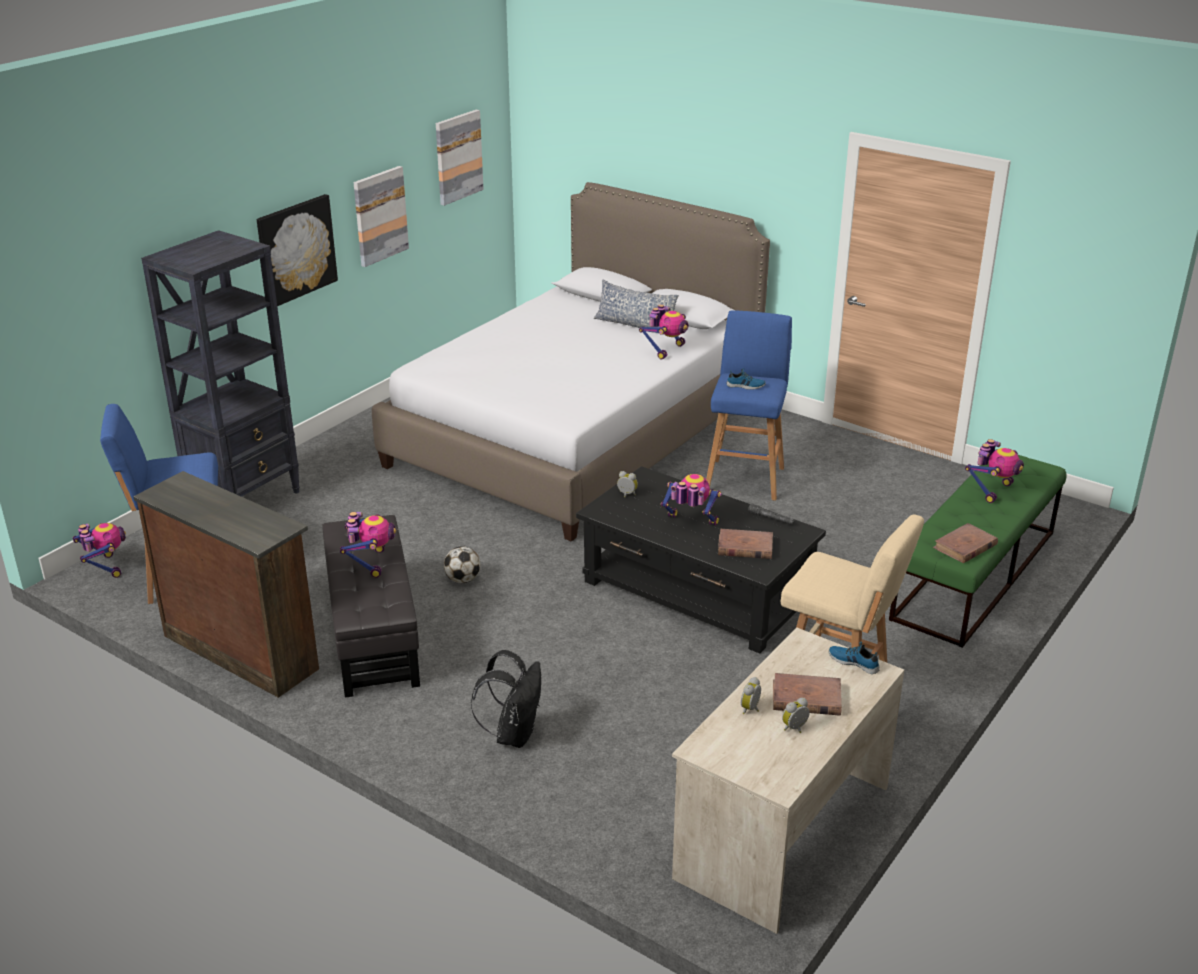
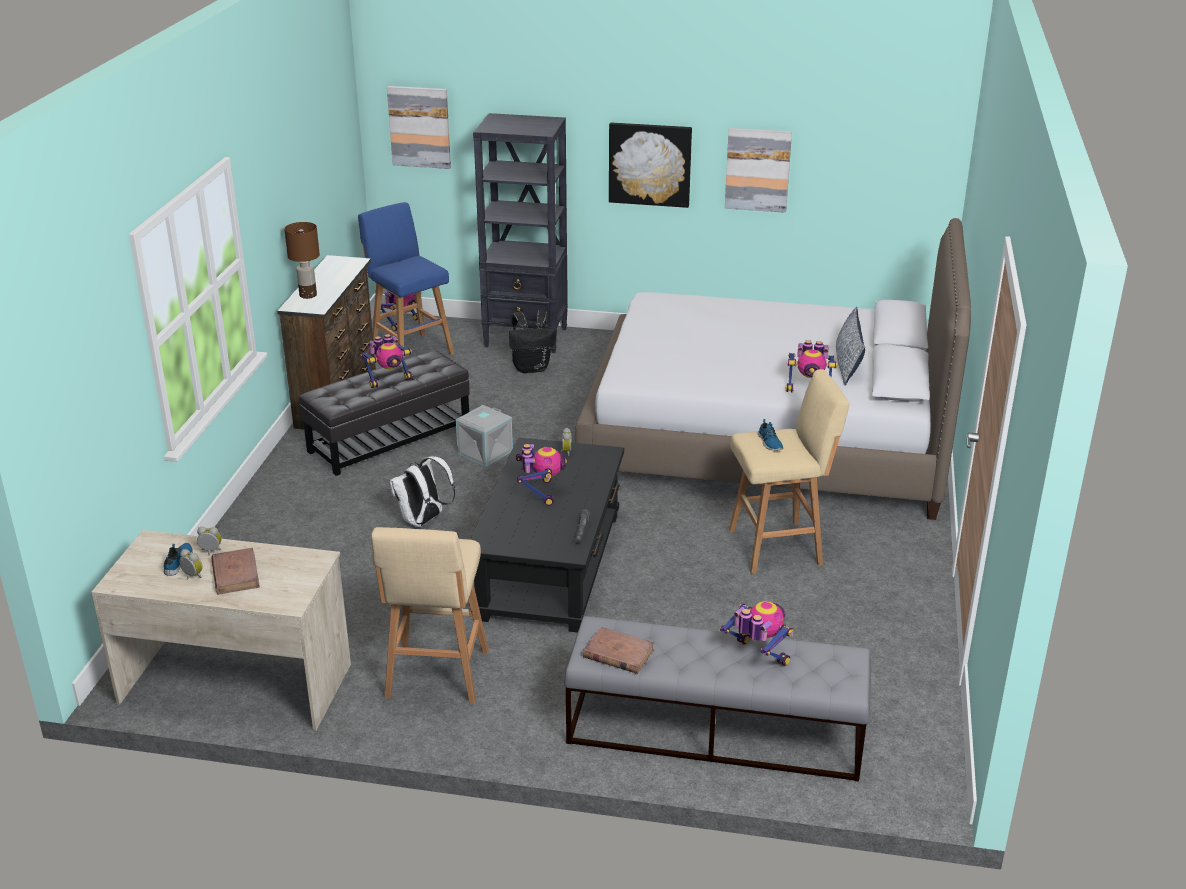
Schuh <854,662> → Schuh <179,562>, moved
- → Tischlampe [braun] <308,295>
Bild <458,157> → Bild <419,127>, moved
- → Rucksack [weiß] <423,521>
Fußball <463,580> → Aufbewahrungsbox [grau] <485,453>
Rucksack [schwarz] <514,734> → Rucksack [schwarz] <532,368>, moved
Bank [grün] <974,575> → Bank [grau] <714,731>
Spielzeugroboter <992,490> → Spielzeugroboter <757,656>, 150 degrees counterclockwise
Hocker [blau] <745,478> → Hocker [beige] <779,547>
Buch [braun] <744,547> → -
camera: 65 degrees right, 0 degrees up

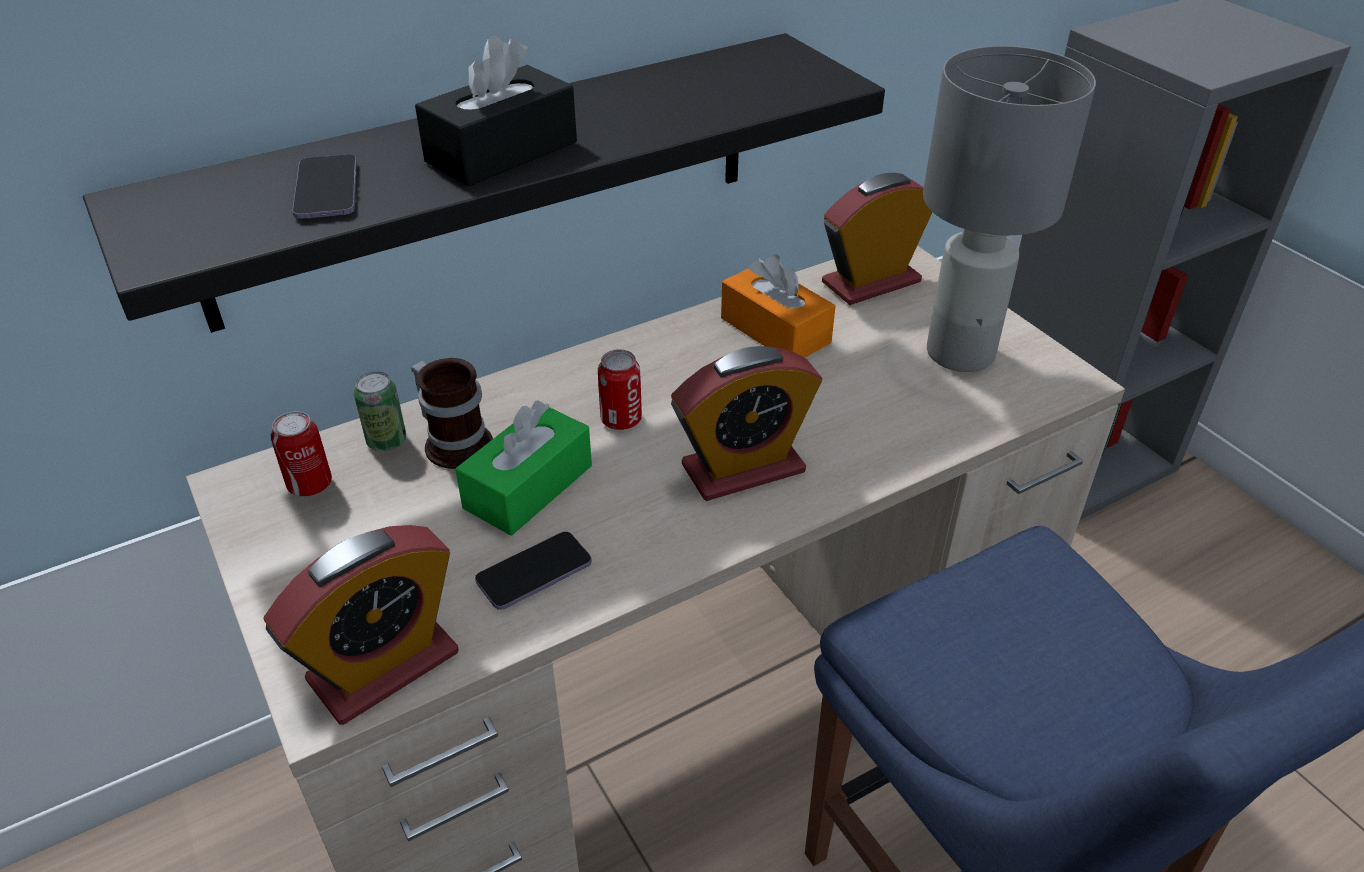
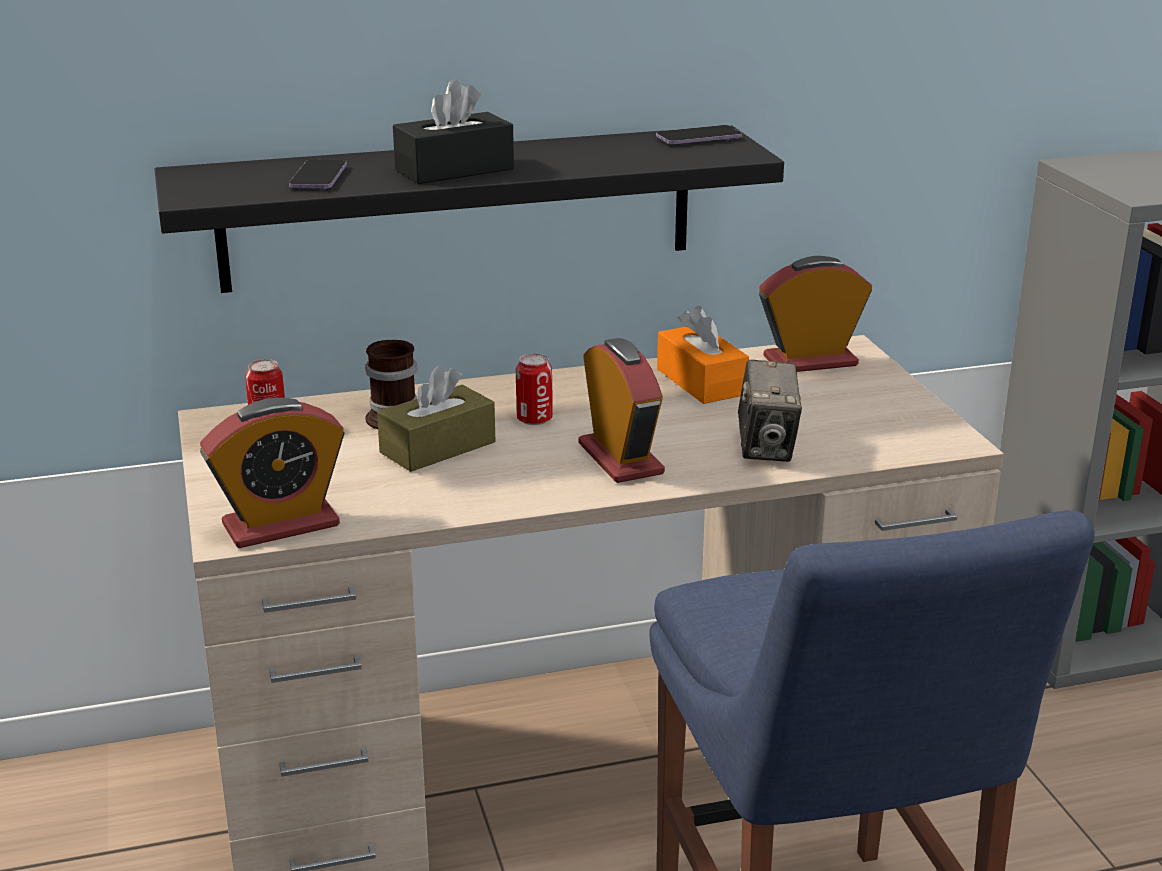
Taschentuchbox [grün] <528,487> → Taschentuchbox [braun] <437,447>
Wecker <743,469> → Wecker <620,459>, 105 degrees counterclockwise
Handy <534,572> → Handy <698,138>, moved
- → Kamera <767,448>
Dose <387,441> → -
Tischlampe [grau] <959,352> → -
camera: 15 degrees right, 15 degrees down

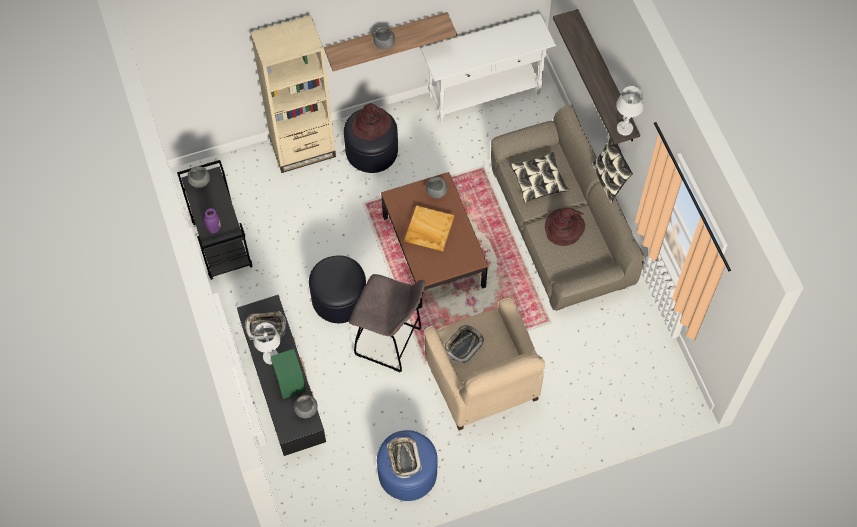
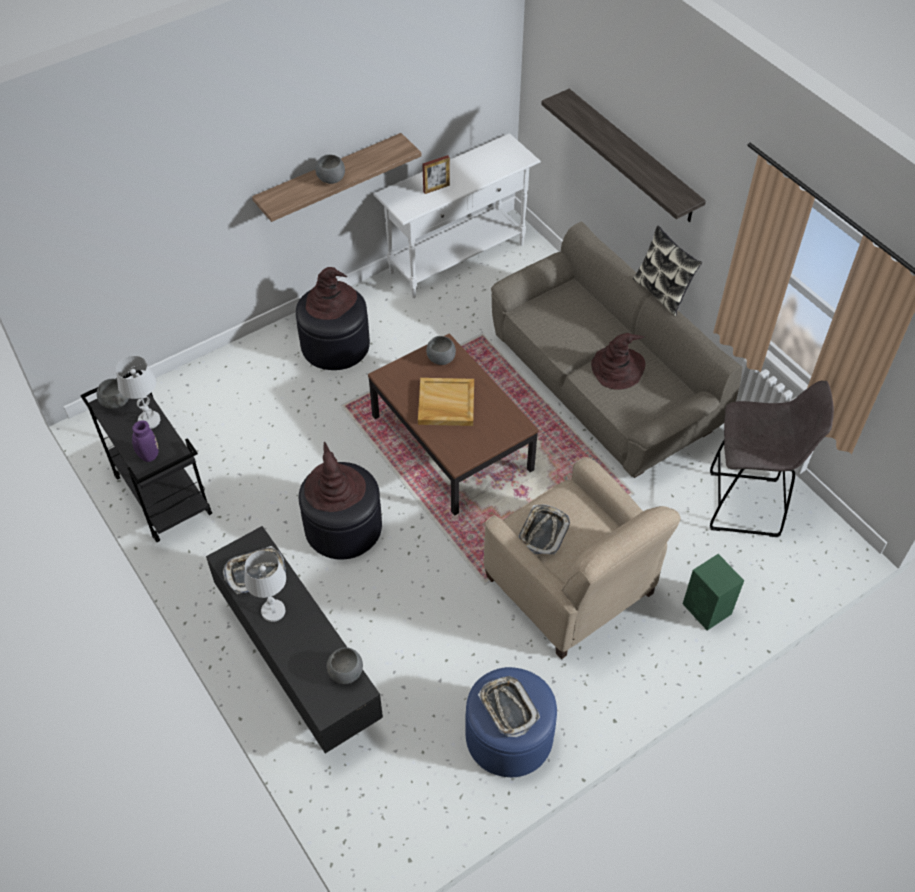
Tischlampe [weiß] <624,128> → Tischlampe [weiß] <149,420>, moved
- → Hut [braun] <334,488>
- → Bilderrahmen <436,188>
Lautsprecher [grün] <290,384> → Lautsprecher [grün] <707,609>, moved
Hocker [grau] <390,343> → Hocker [grau] <747,505>, moved
Bücherregal [beige] <303,149> → -
Kissen <538,181> → -
camera: 15 degrees left, 10 degrees down

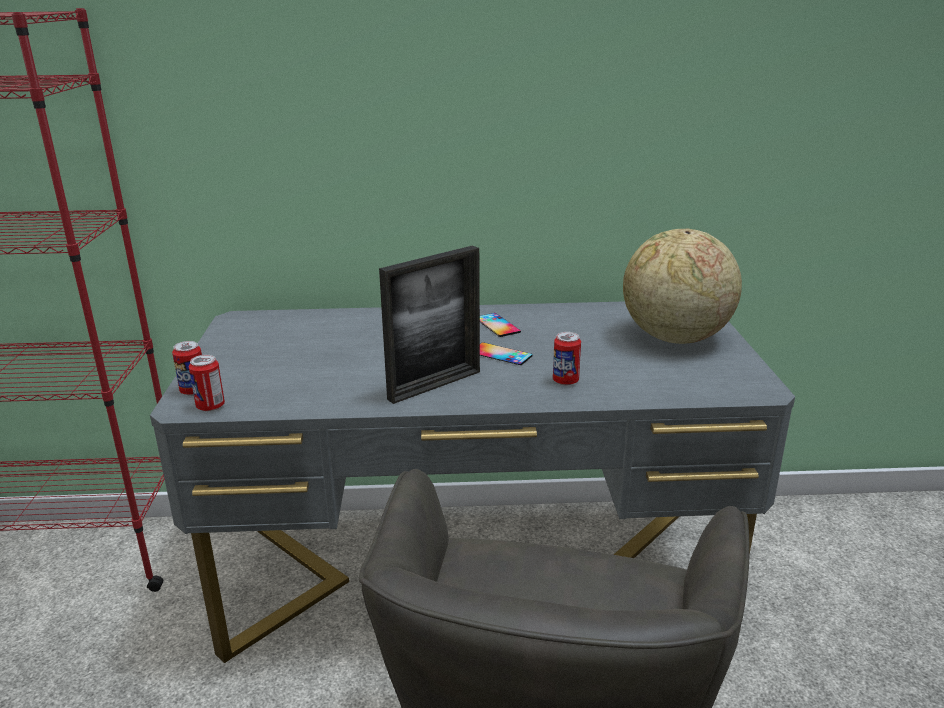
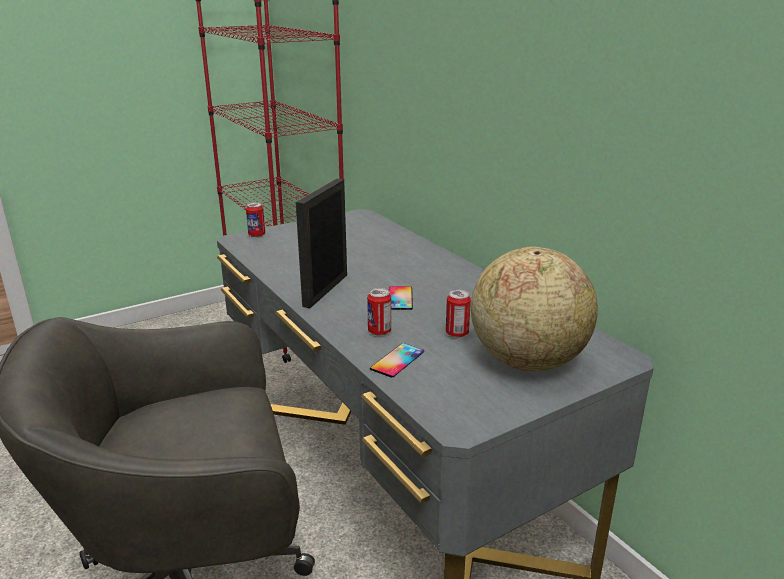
Bilderrahmen <435,385> → Bilderrahmen <325,290>, 90 degrees clockwise
Handy <497,325> → Handy <397,360>, moved
Dose <210,406> → Dose <457,333>, moved
camera: 60 degrees right, 0 degrees up

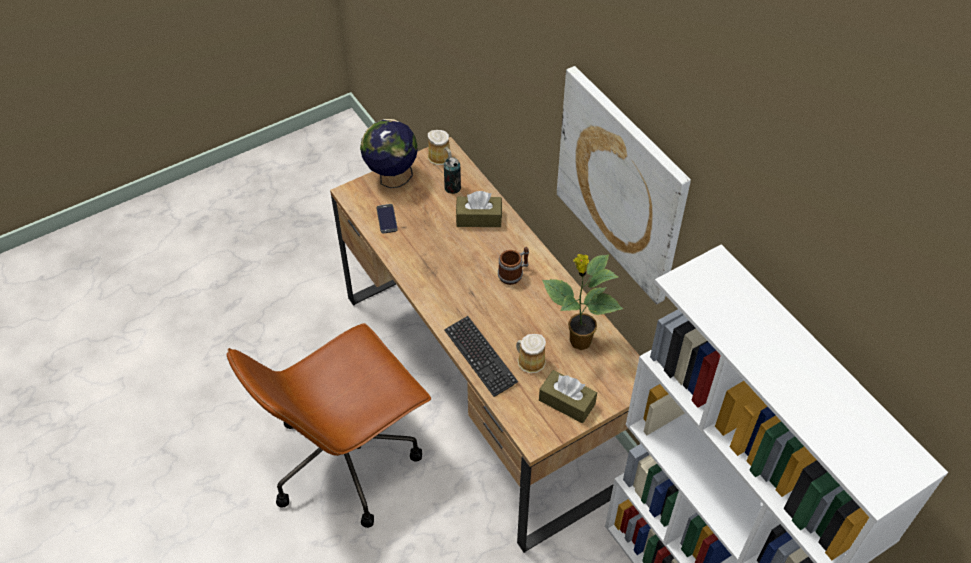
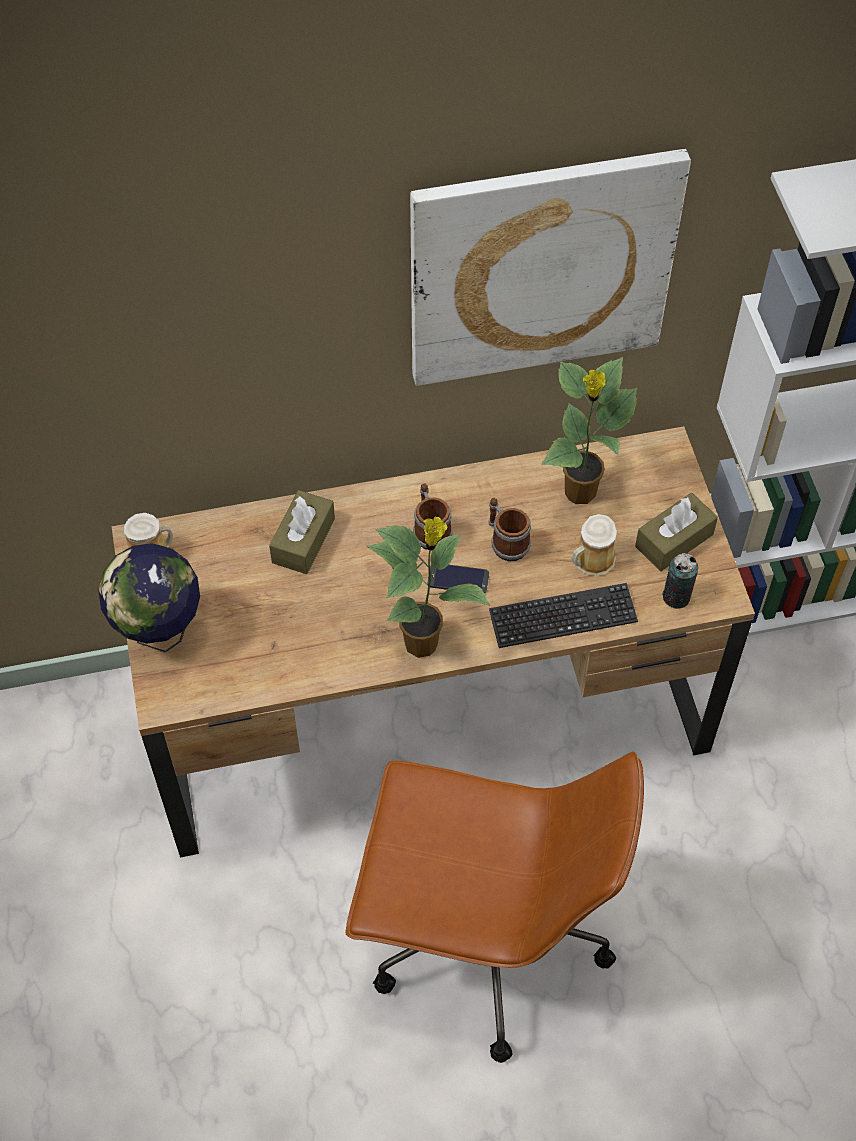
Bürostuhl [braun] <346,459> → Bürostuhl [braun] <483,940>, 60 degrees counterclockwise
- → Topfpflanze <423,642>
Handy <387,219> → Handy <458,579>, moved
- → Henkelbecher <505,542>
Dose <452,188> → Dose <676,597>, moved
camera: 70 degrees left, 5 degrees up

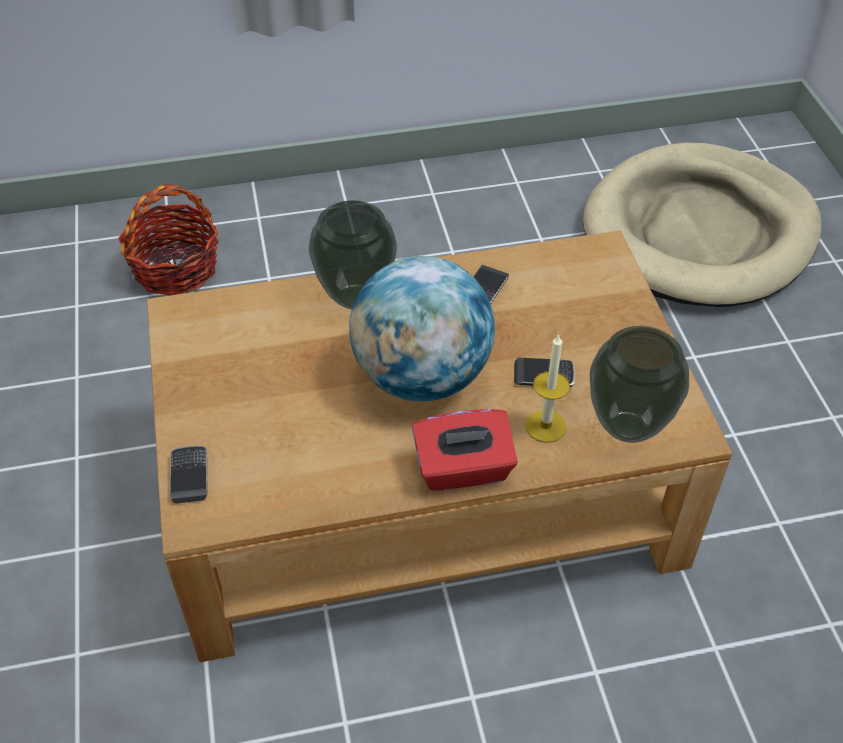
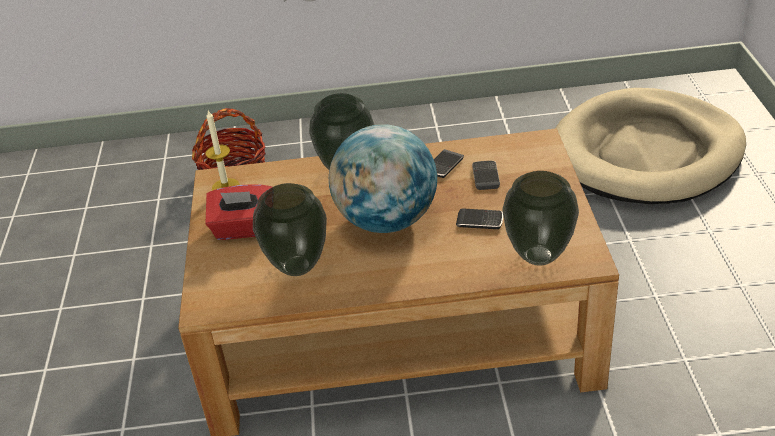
Kerze <545,426> → Kerze <225,187>, moved
Taschentuchbox [rot] <463,470> → Taschentuchbox [rot] <244,229>, moved
- → Vase <298,265>
Handy <189,476> → Handy <485,177>, moved
camera: 10 degrees right, 10 degrees down

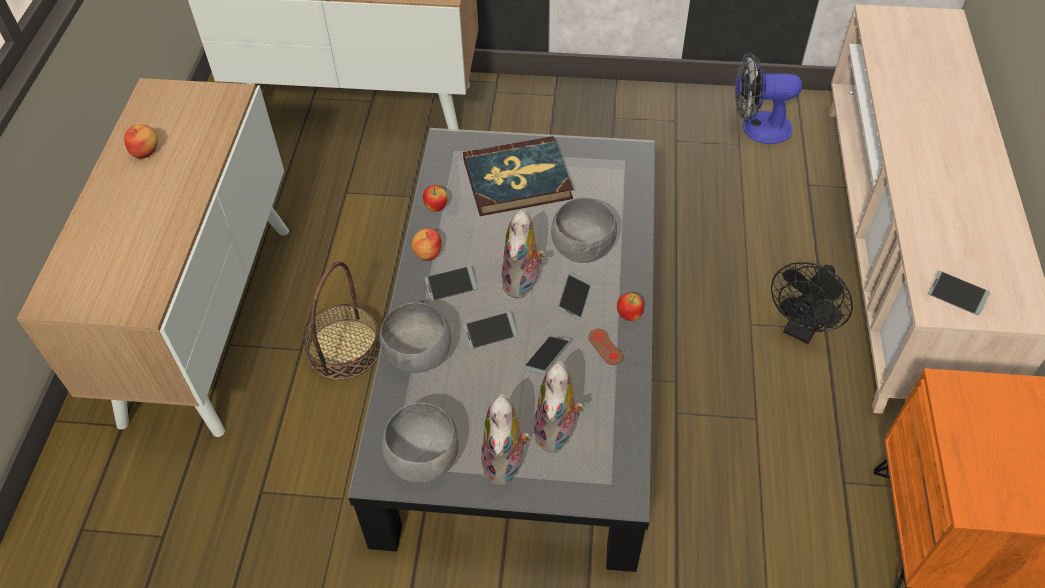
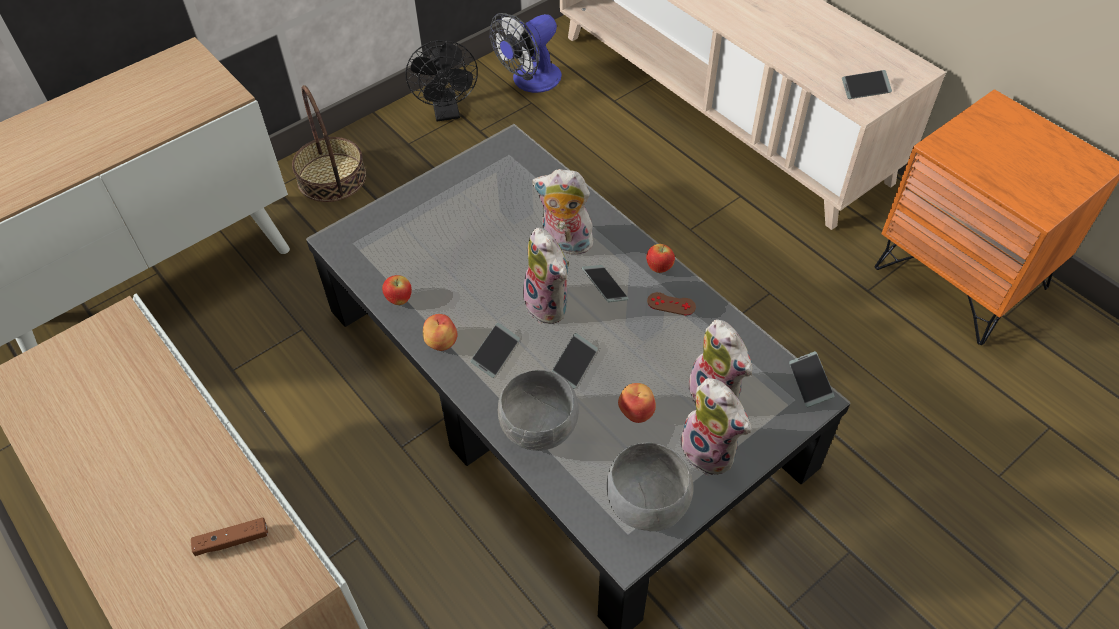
- → Gamepad [braun] <232,541>
Korb <344,349> → Korb <332,177>, moved
Ventilator [schwarz] <801,329> → Ventilator [schwarz] <447,112>, moved
Schüssel [grau] <584,249> → Plüschtier <564,244>
Apfel <146,151> → Apfel <636,411>, moved
Handy <547,357> → Handy <810,382>, moved
Buch <517,180> → -
camera: 45 degrees left, 0 degrees up

